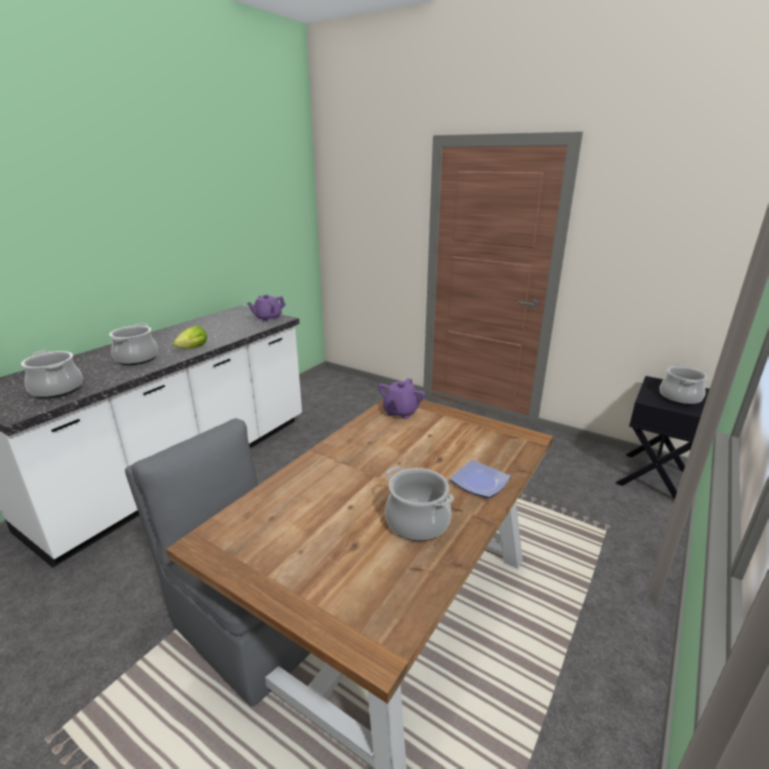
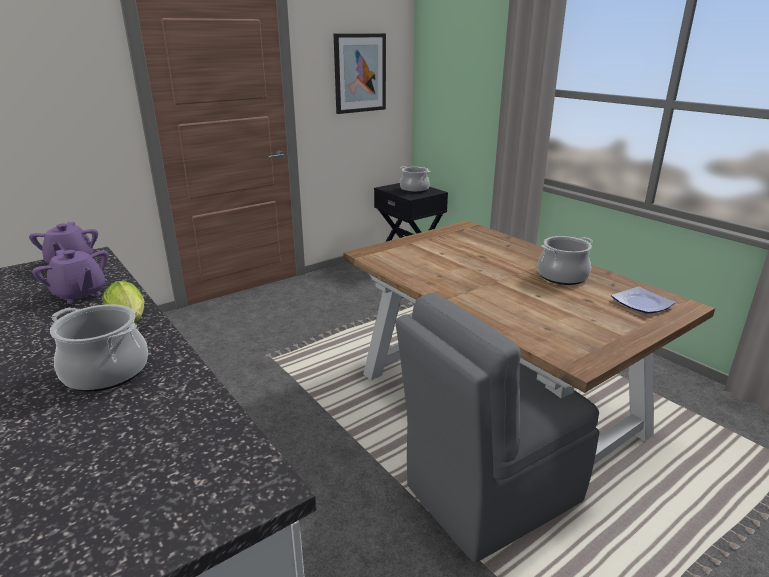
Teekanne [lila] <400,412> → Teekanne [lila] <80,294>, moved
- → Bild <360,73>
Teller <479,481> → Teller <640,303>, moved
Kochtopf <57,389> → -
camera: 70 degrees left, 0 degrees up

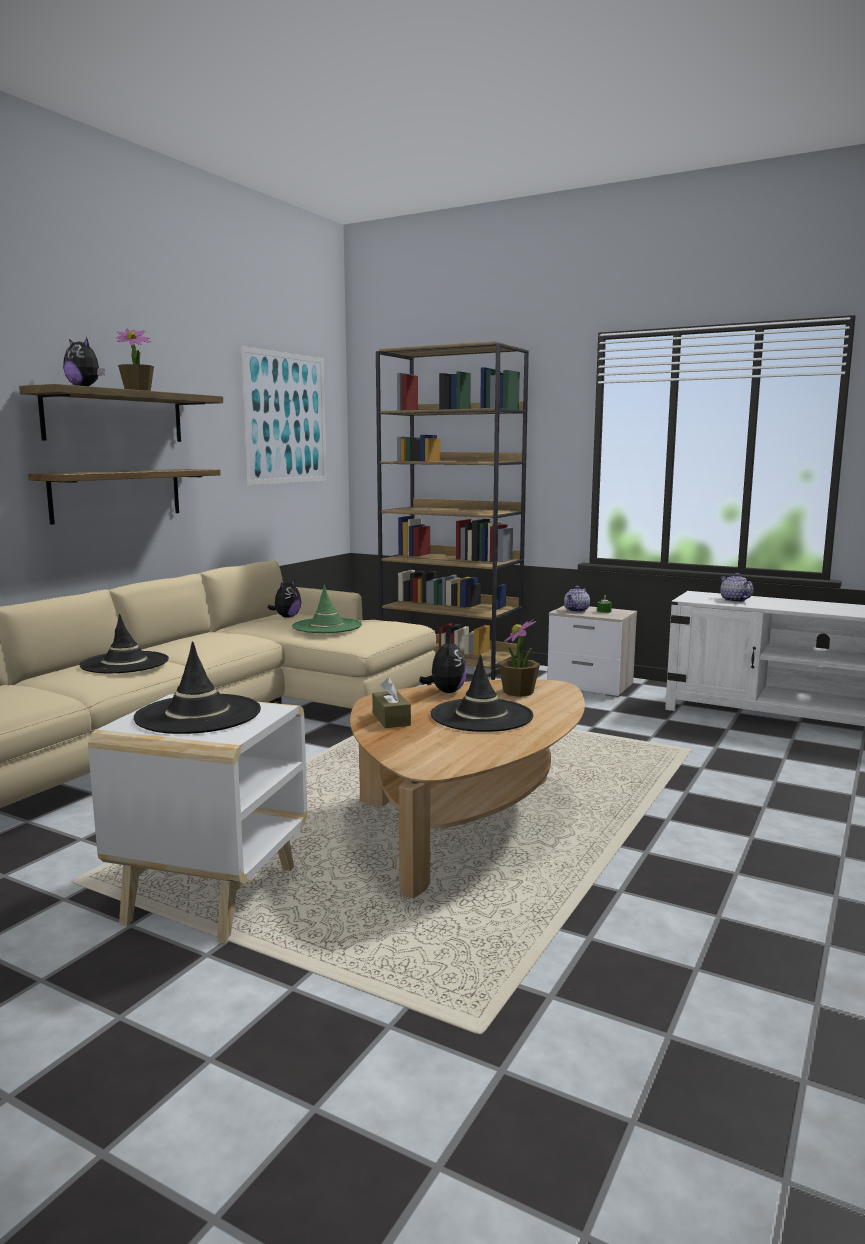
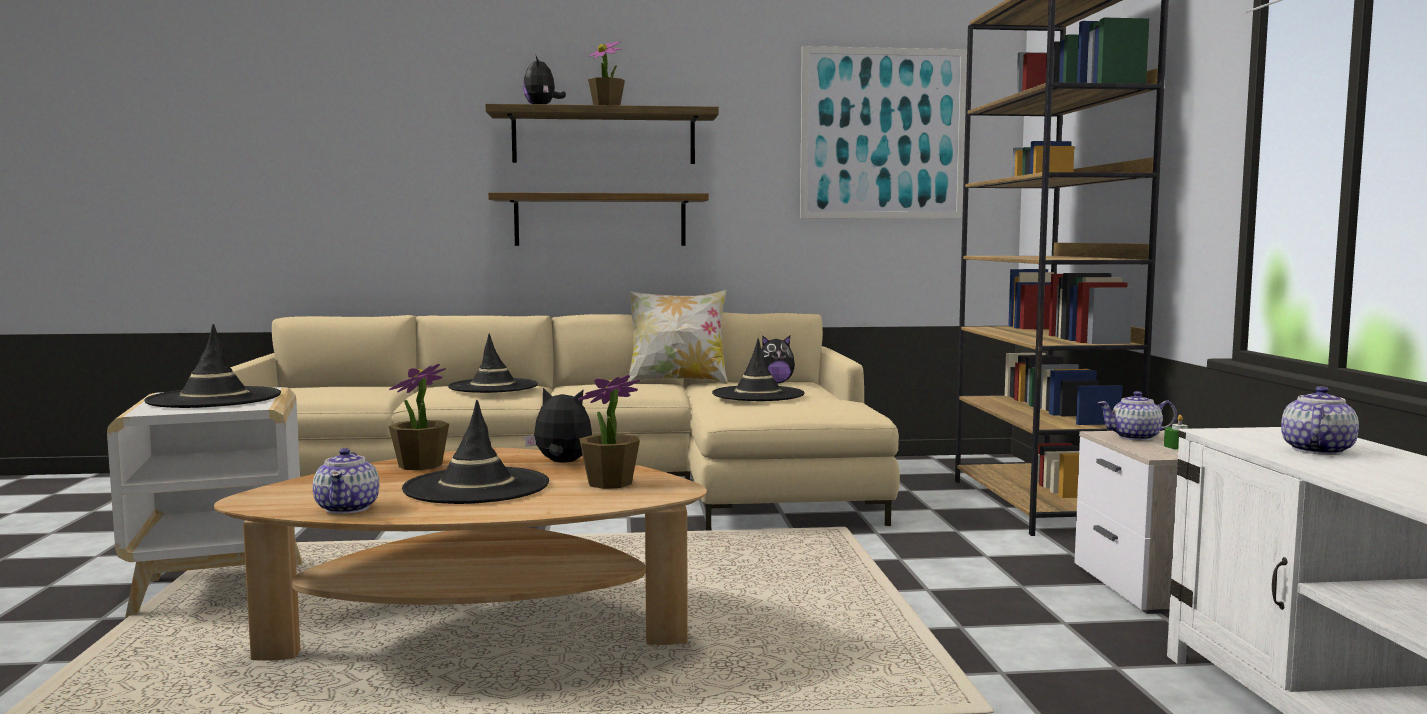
- → Teekanne <348,508>
Taschentuchbox [braun] <391,719> → Topfpflanze <420,465>
Plüschtier <446,692> → Plüschtier <561,463>, 135 degrees counterclockwise
- → Kissen <677,381>
Hut [grün] <327,626> → Hut [schwarz] <758,394>
camera: 55 degrees right, 5 degrees down

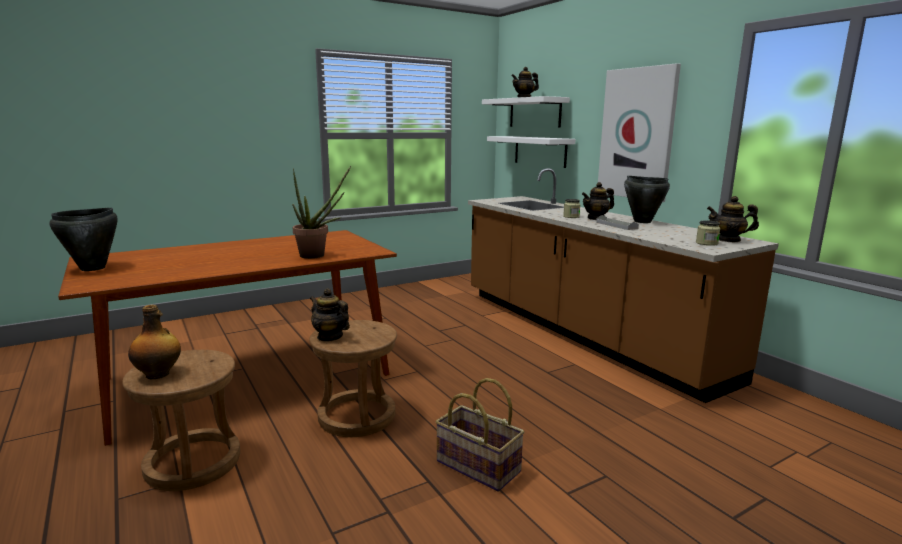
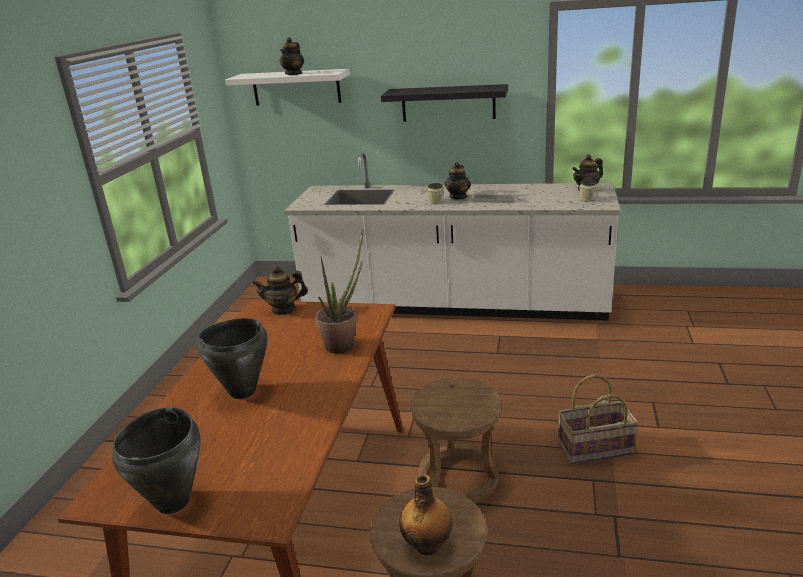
Kochtopf [schwarz] <642,221> → Kochtopf [schwarz] <242,391>, moved
Teekanne <330,337> → Teekanne <283,309>, moved
Küchenzeile [braun] <582,332> → Küchenzeile [weiß] <453,305>
Bild <637,134> → Wandregal [schwarz] <448,103>
Wandregal [weiß] <540,151> → -
camera: 45 degrees left, 10 degrees up

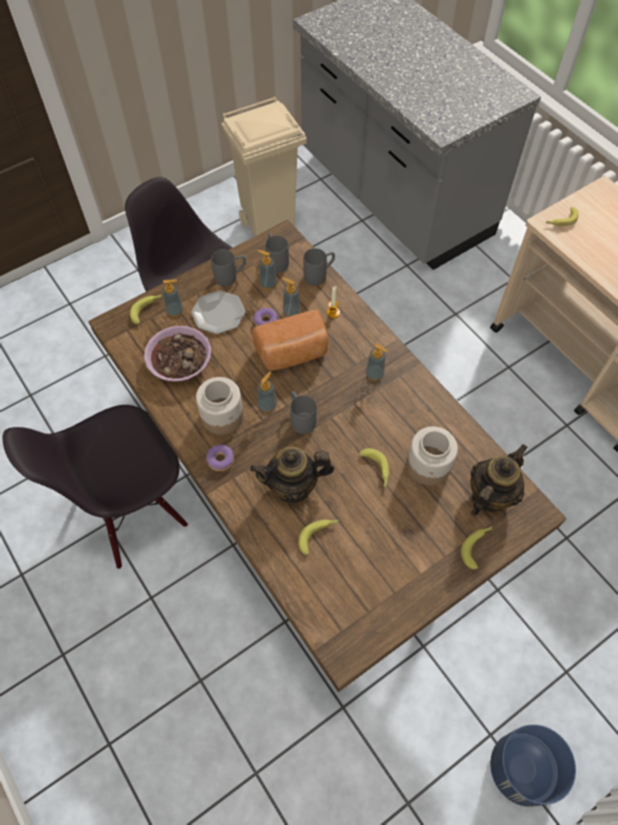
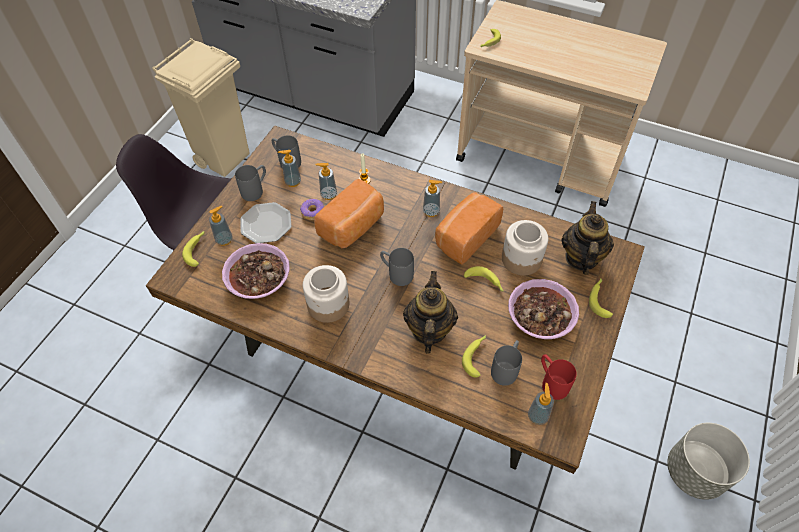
Teekanne <293,486> → Teekanne <429,330>, 135 degrees clockwise
- → Brot <465,236>
Henkelbecher [grau] <319,275> → Henkelbecher [grau] <506,368>, moved
- → Schüssel <541,317>
Seifenspender <267,405> → Seifenspender <537,416>, moved
- → Henkelbecher [rot] <551,382>
Pflanzkübel [blau] <522,768> → Pflanzkübel [grau] <695,471>
Stuhl [schwarz] <132,509> → -
Donut <221,460> → -
camera: 30 degrees left, 5 degrees down

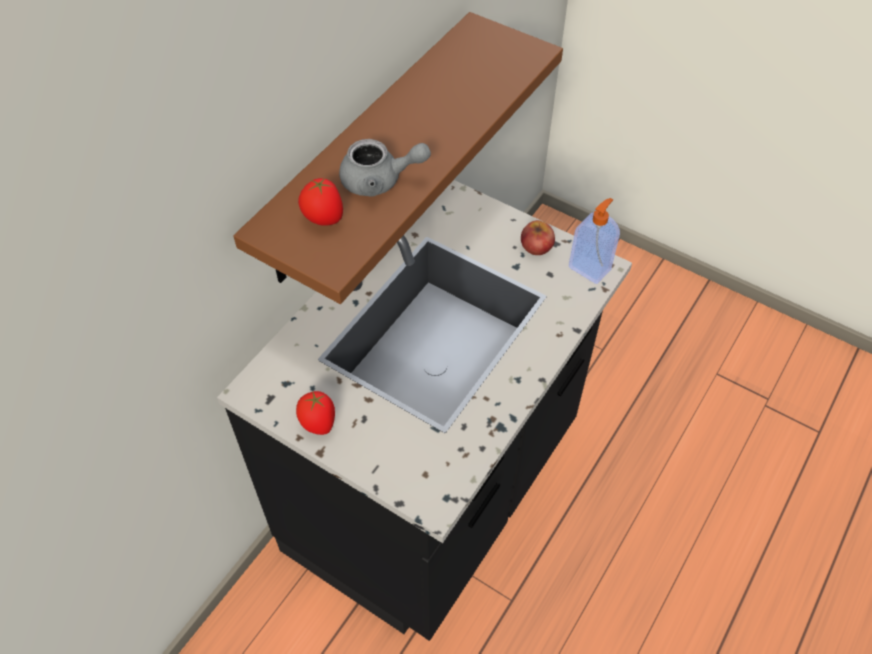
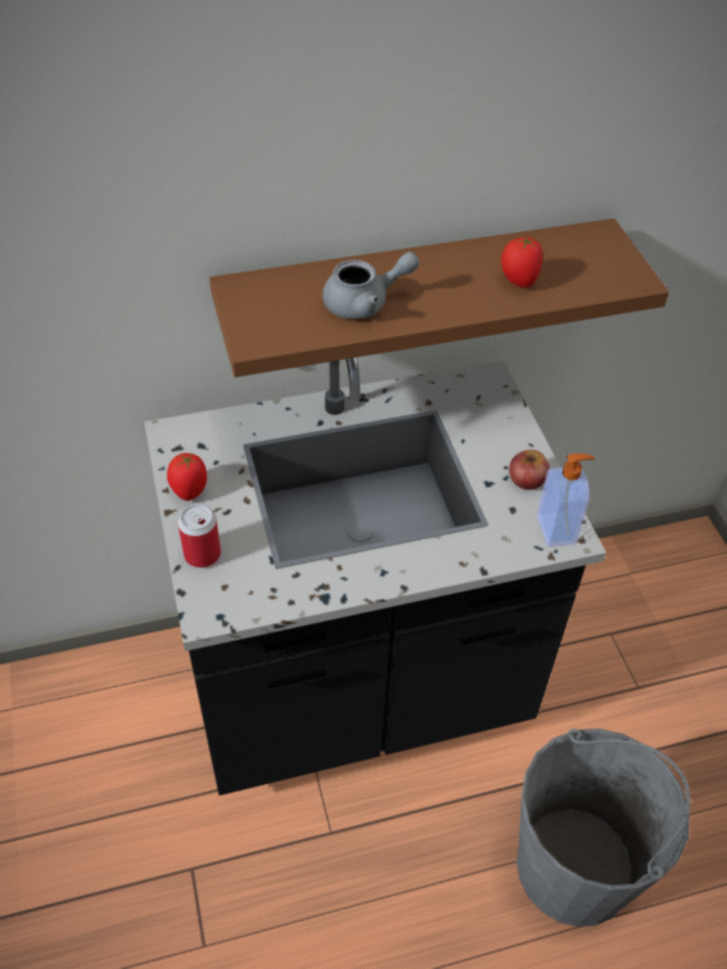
- → Dose <202,554>
Teekanne [grau] <380,181> → Teekanne [grau] <365,303>, 60 degrees counterclockwise
Tomate <323,220> → Tomate <518,281>, moved
- → Eimer [grau] <575,866>
camera: 40 degrees right, 5 degrees down

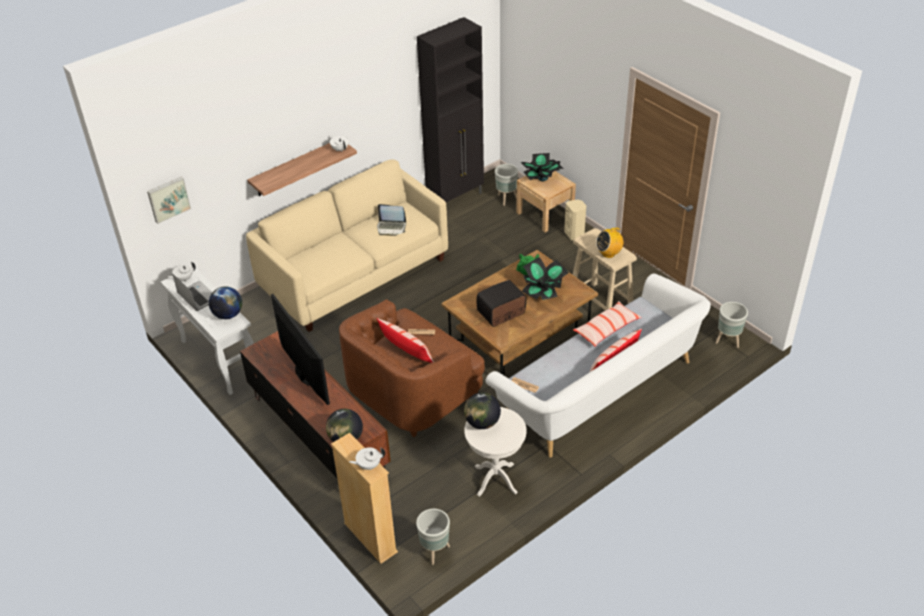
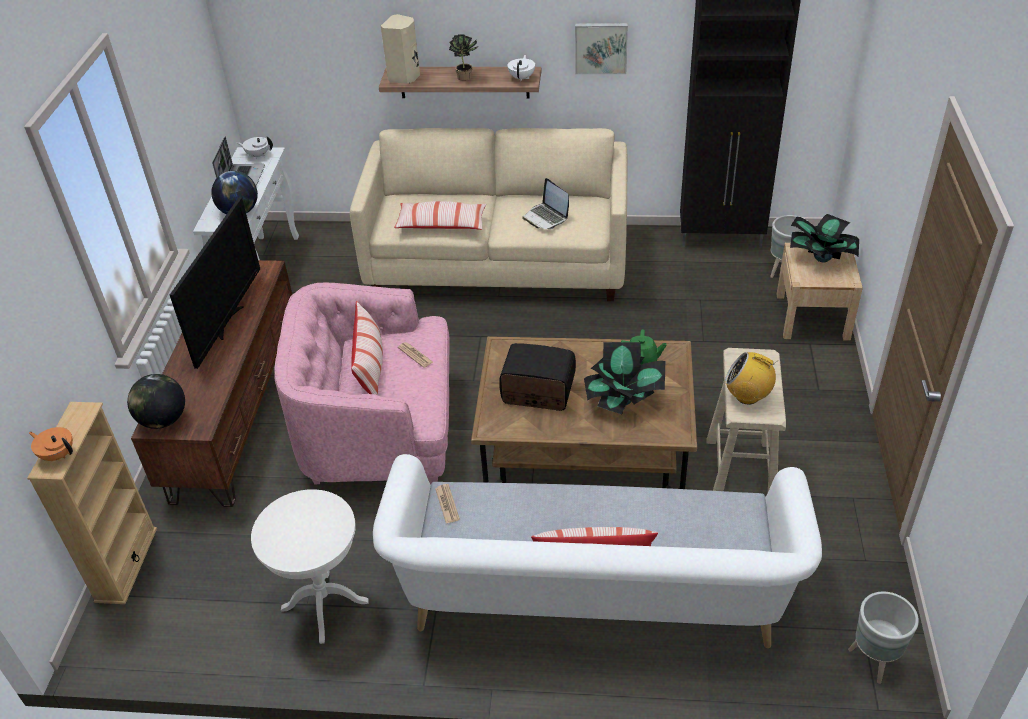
Teekanne [weiß] <368,465> → Teekanne [orange] <58,454>
Sessel [braun] <412,392> → Sessel [rosa] <380,432>
Lautsprecher [beige] <575,234> → Lautsprecher [beige] <405,77>, moved
Kissen <606,329> → Kissen <441,224>, moved
- → Topfpflanze <466,77>
Bild <168,199> → Bild <601,47>, moved
Pflanzkübel [grau] <434,551> → -
Globus <482,423> → -
camera: 45 degrees right, 0 degrees up

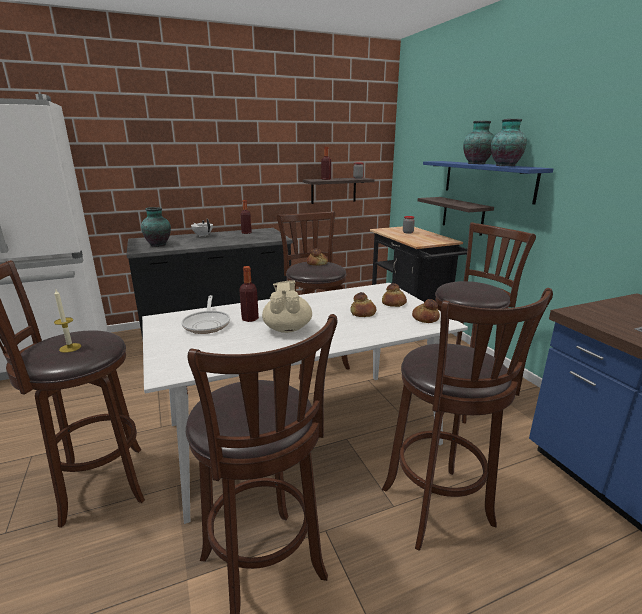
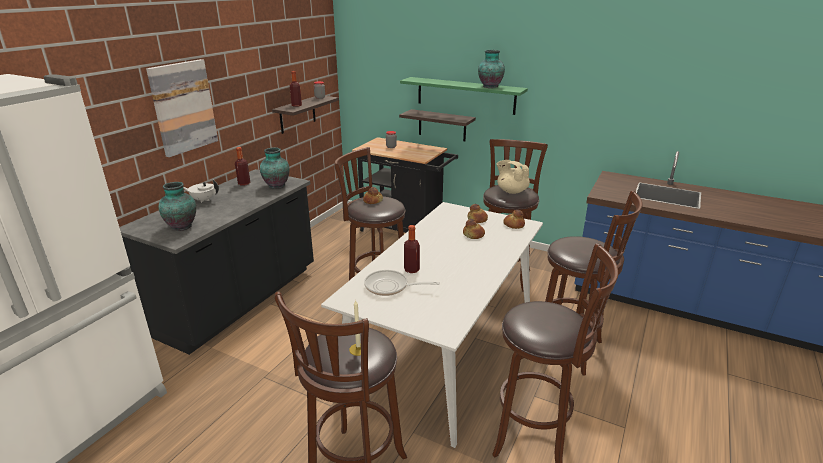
- → Bild <183,107>
Vase <476,163> → Vase <276,185>, moved
Pfanne <207,324> → Pfanne <390,287>, 150 degrees clockwise
Wandregal [blau] <487,180> → Wandregal [grün] <465,95>
Teekanne [beige] <287,328> → Teekanne [beige] <511,191>, moved
camera: 40 degrees left, 5 degrees up

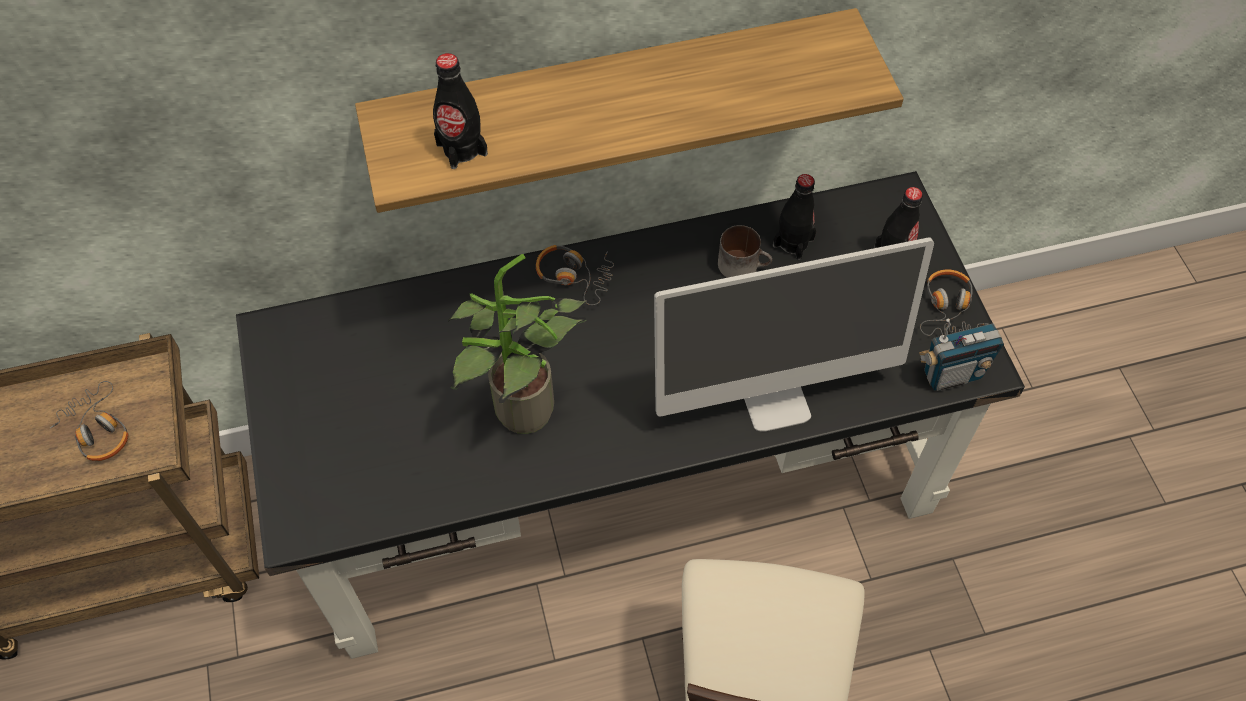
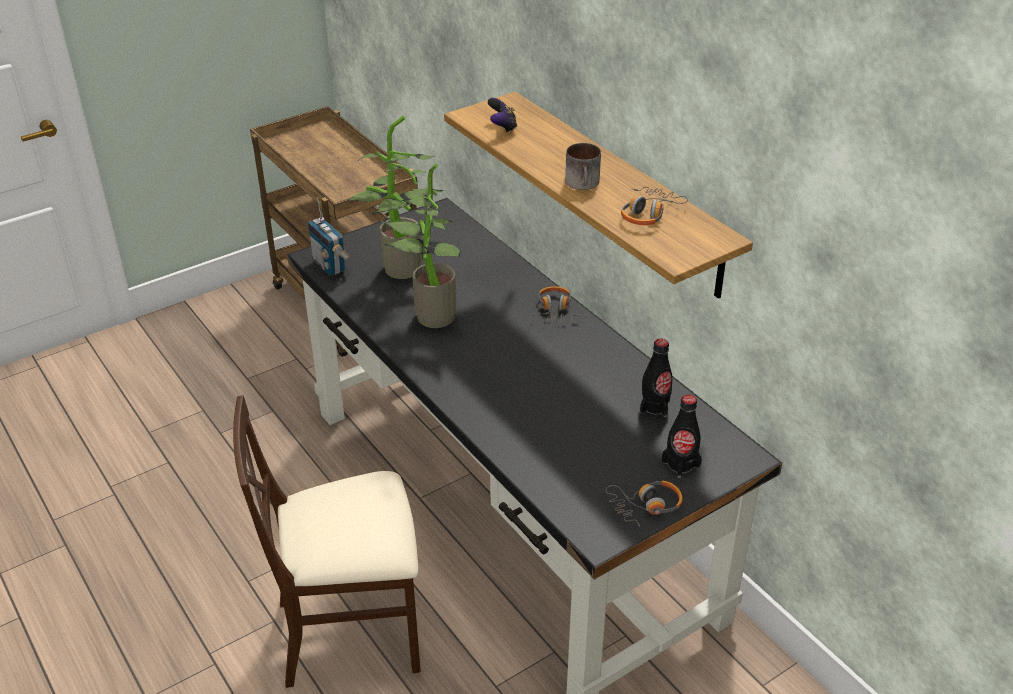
Radio <951,374> → Radio <330,266>, moved
- → Topfpflanze <399,272>
Flasche [schwarz] <461,149> → Gamepad <502,128>
Henkelbecher <743,264> → Henkelbecher <584,183>, moved
Kopfhörer <98,429> → Kopfhörer <649,213>, moved
Monitor <774,398> → -
camera: 70 degrees right, 20 degrees down

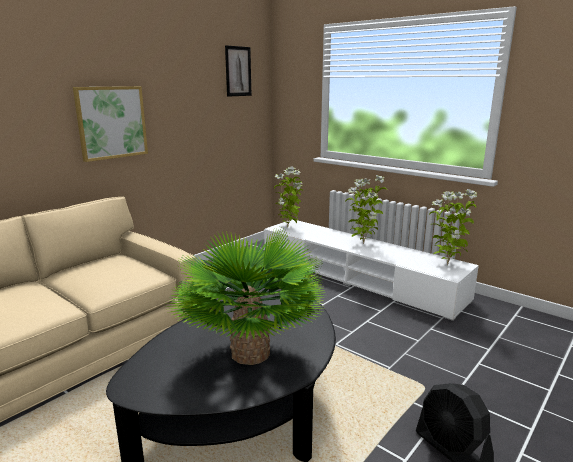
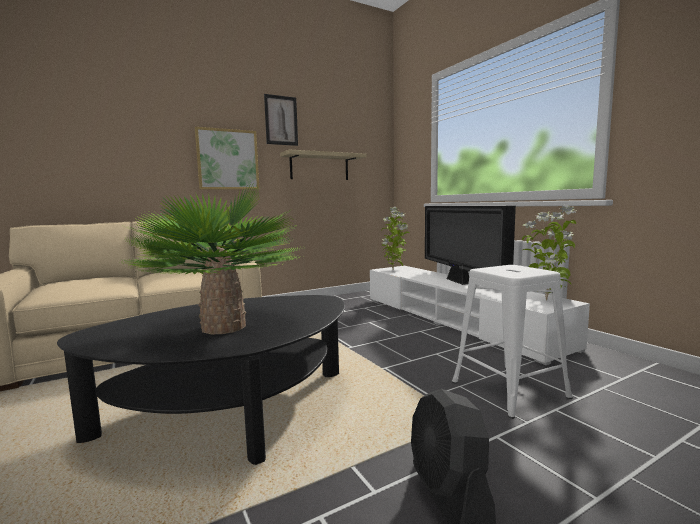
Bild <238,71> → Bild <281,120>, moved
- → Wandregal <319,167>
Topfpflanze <363,243> → Fernseher <459,282>
- → Hocker [weiß] <509,389>
camera: 20 degrees right, 10 degrees down

